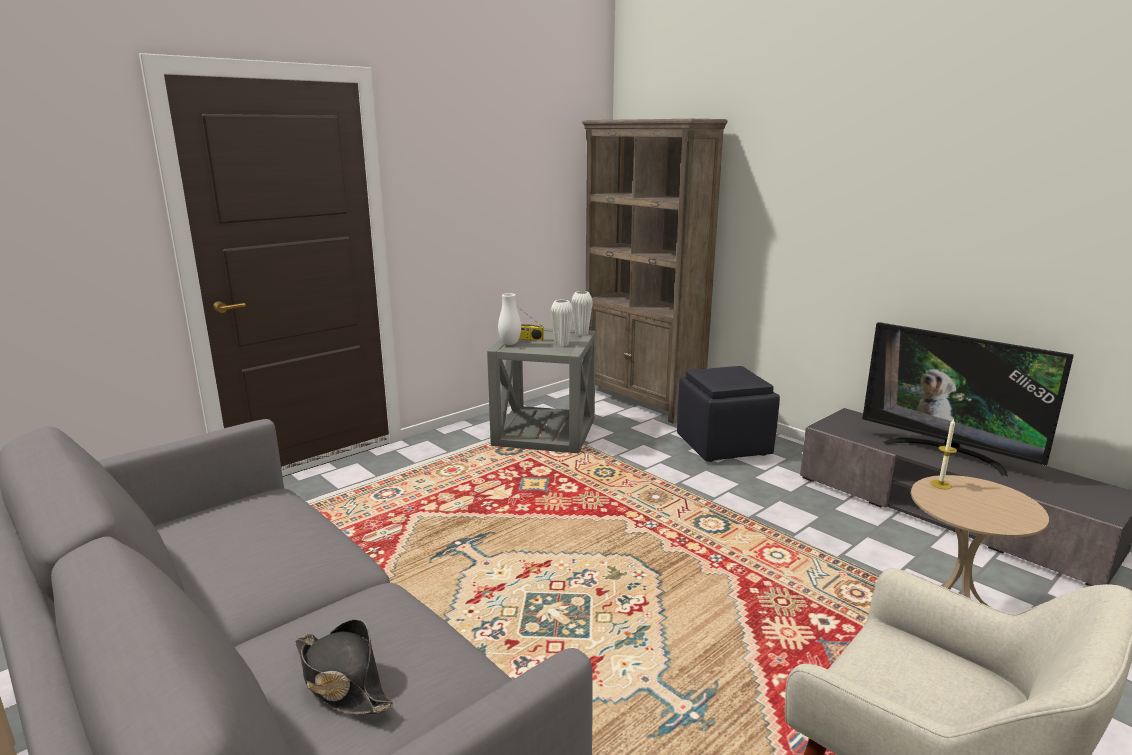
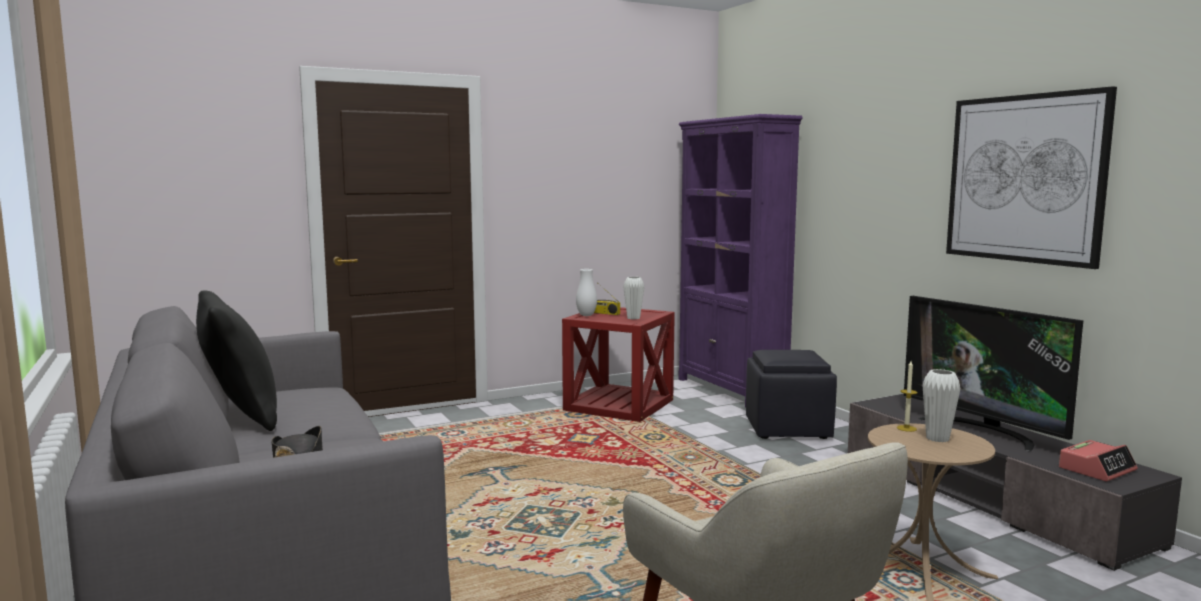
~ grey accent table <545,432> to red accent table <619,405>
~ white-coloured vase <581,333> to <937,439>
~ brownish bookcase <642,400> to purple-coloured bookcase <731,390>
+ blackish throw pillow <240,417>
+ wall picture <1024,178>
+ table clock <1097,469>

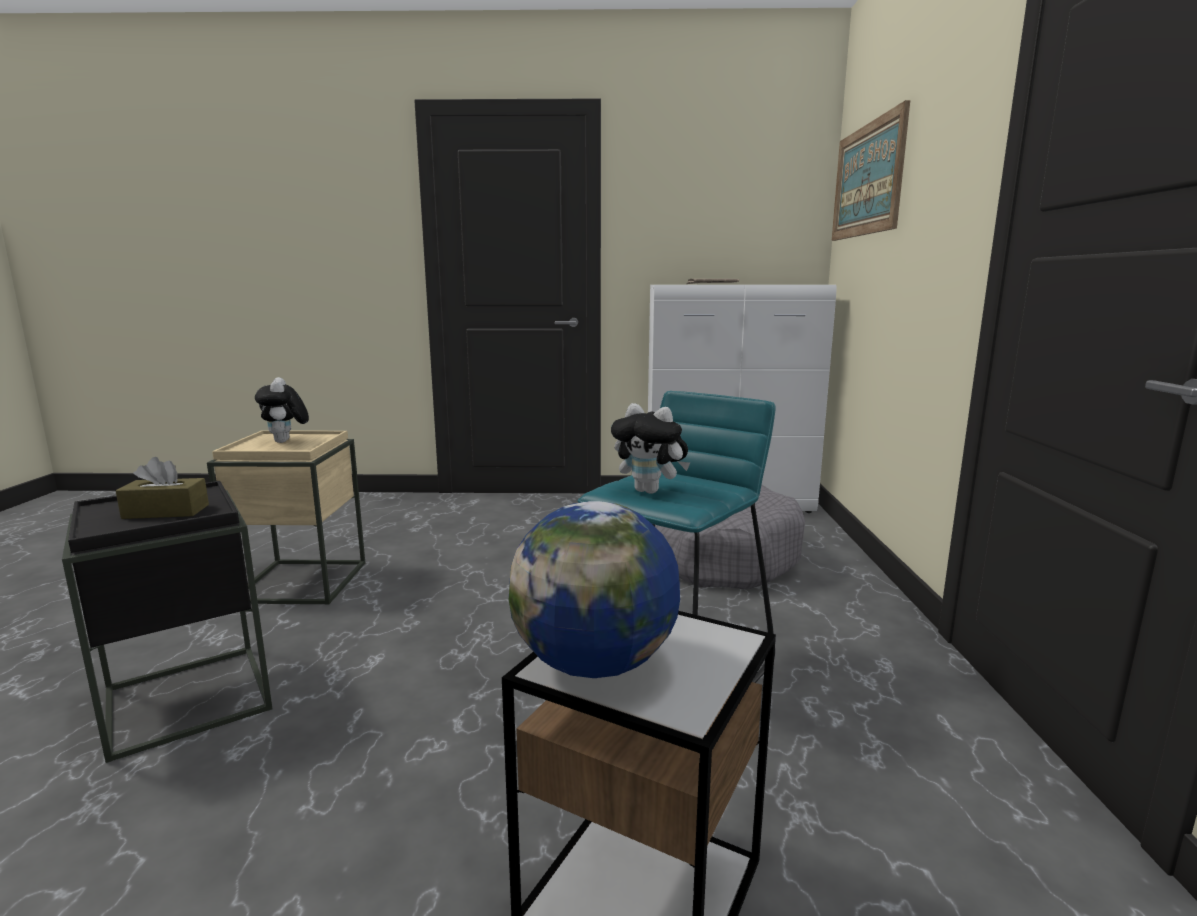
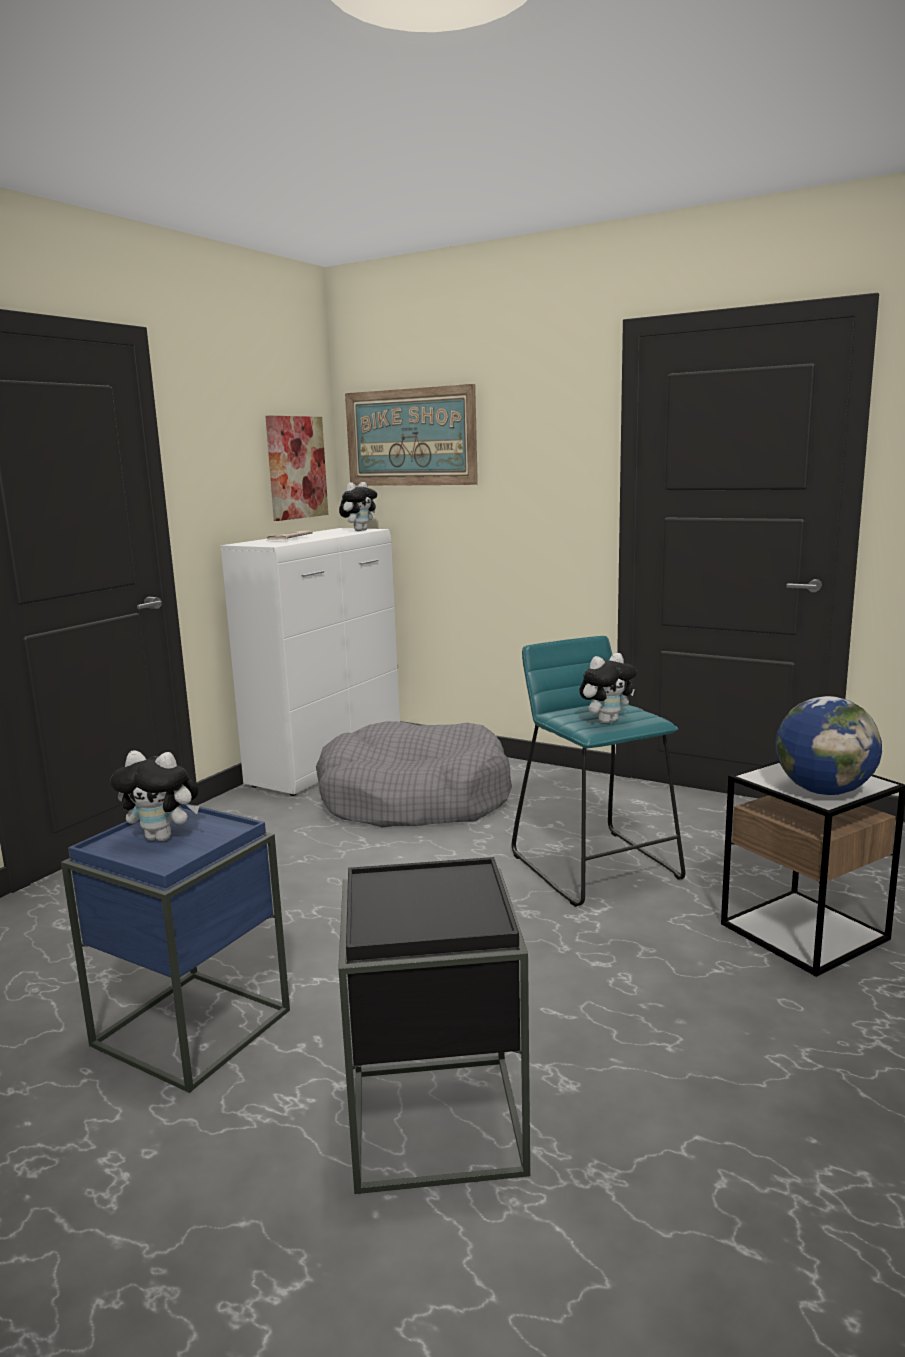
- brownish box of tissues <166,511>
~ beige-coloured accent table <301,582> to blue accent table <193,1027>
+ wall picture <296,467>
+ soft toy <359,530>

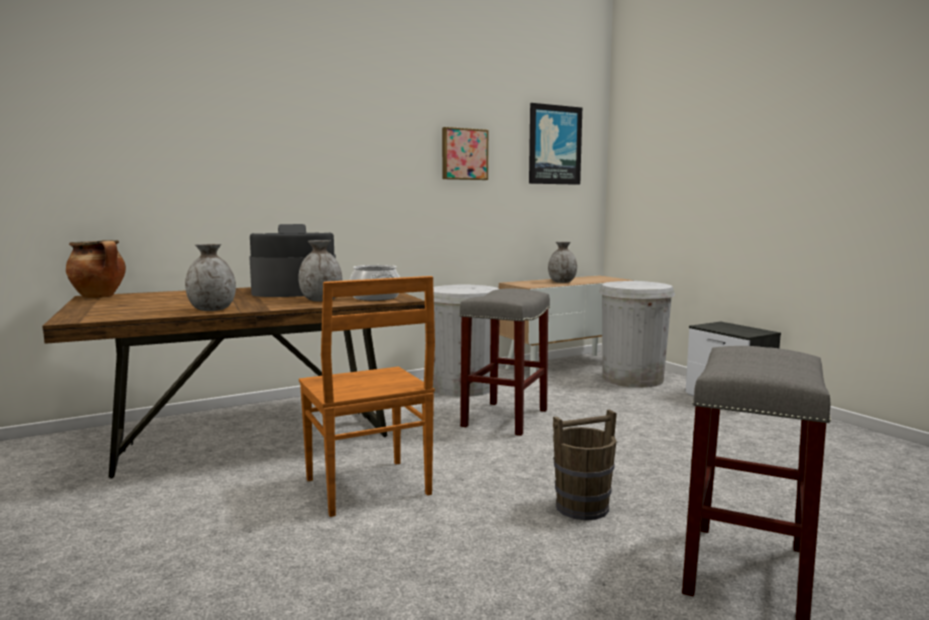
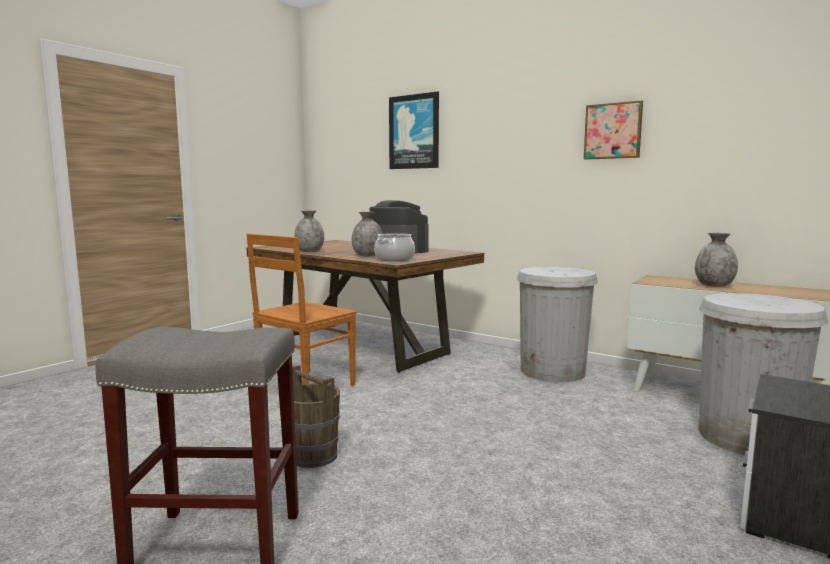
- saucepot <100,296>
- grey stool seat <505,417>
~ wall picture <554,145> to <414,132>

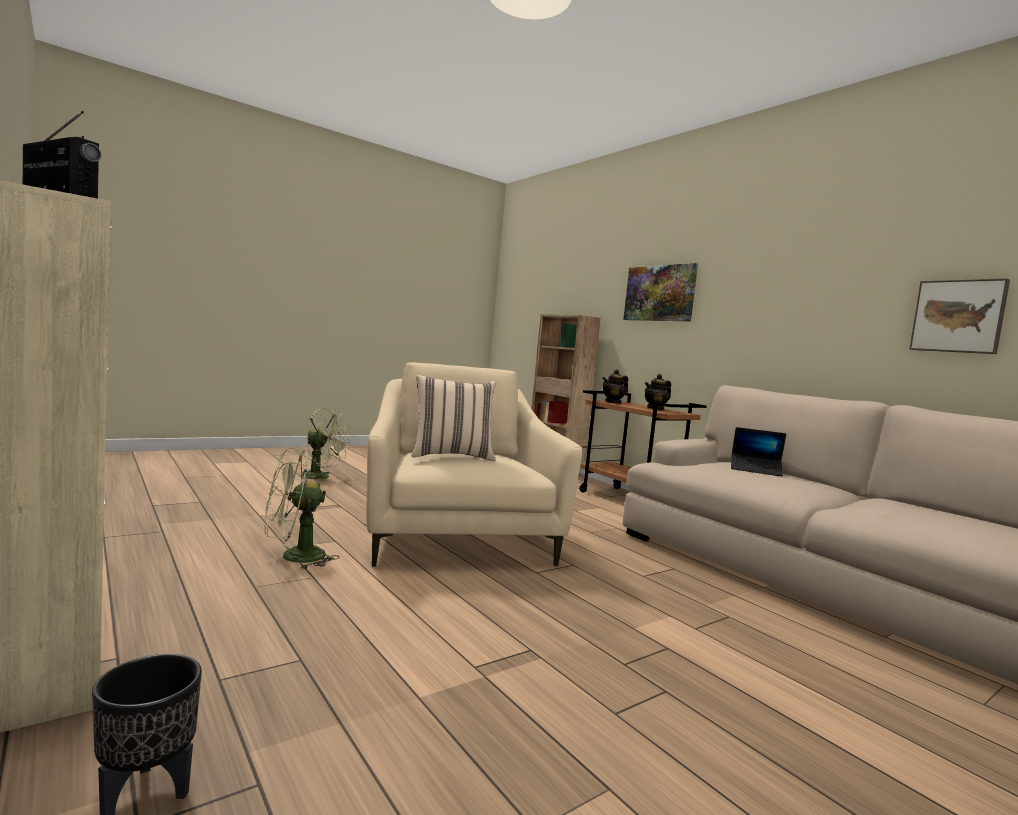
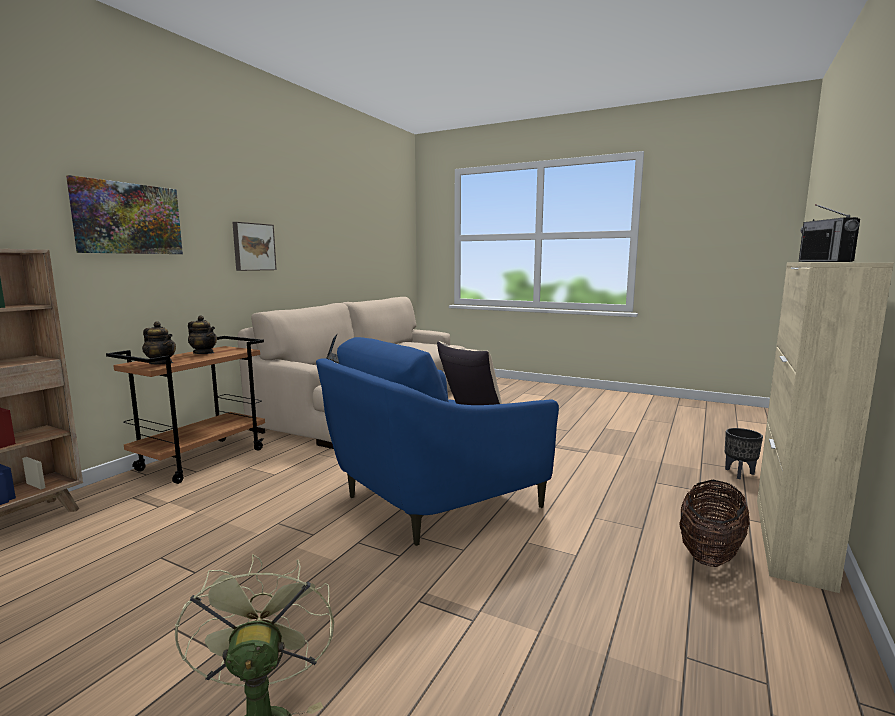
- greenish electric fan <293,557>
~ beige-coloured easy chair <456,536> to blue easy chair <431,500>
~ wall picture <958,316> to <253,247>
+ household basket <710,553>

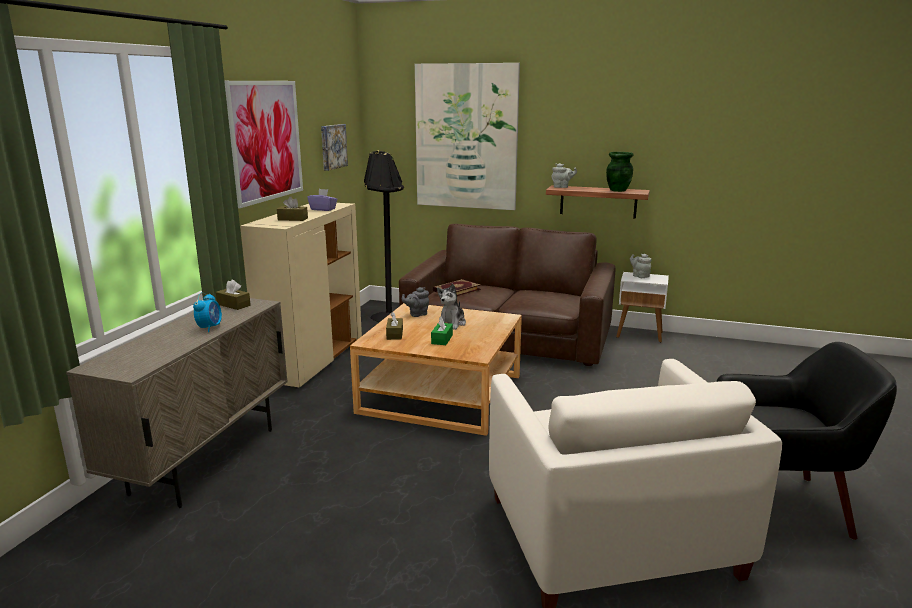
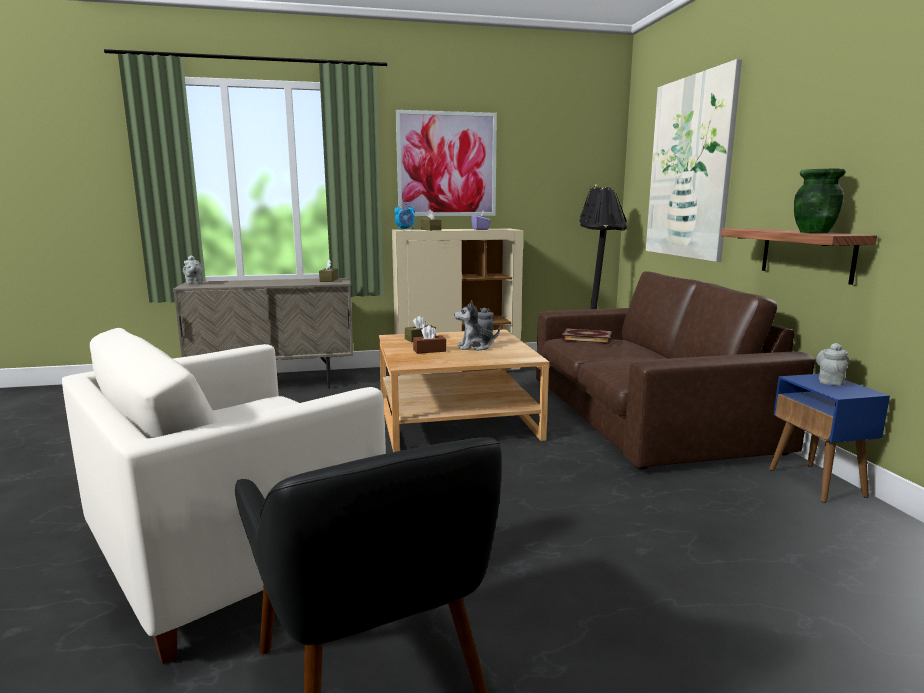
~ table clock <210,327> to <405,229>
- wall picture <332,146>
~ greenish box of tissues <442,339> to brownish box of tissues <429,350>
~ grey tea pot <562,187> to <194,283>
~ white-coloured accent table <640,335> to blue accent table <817,483>

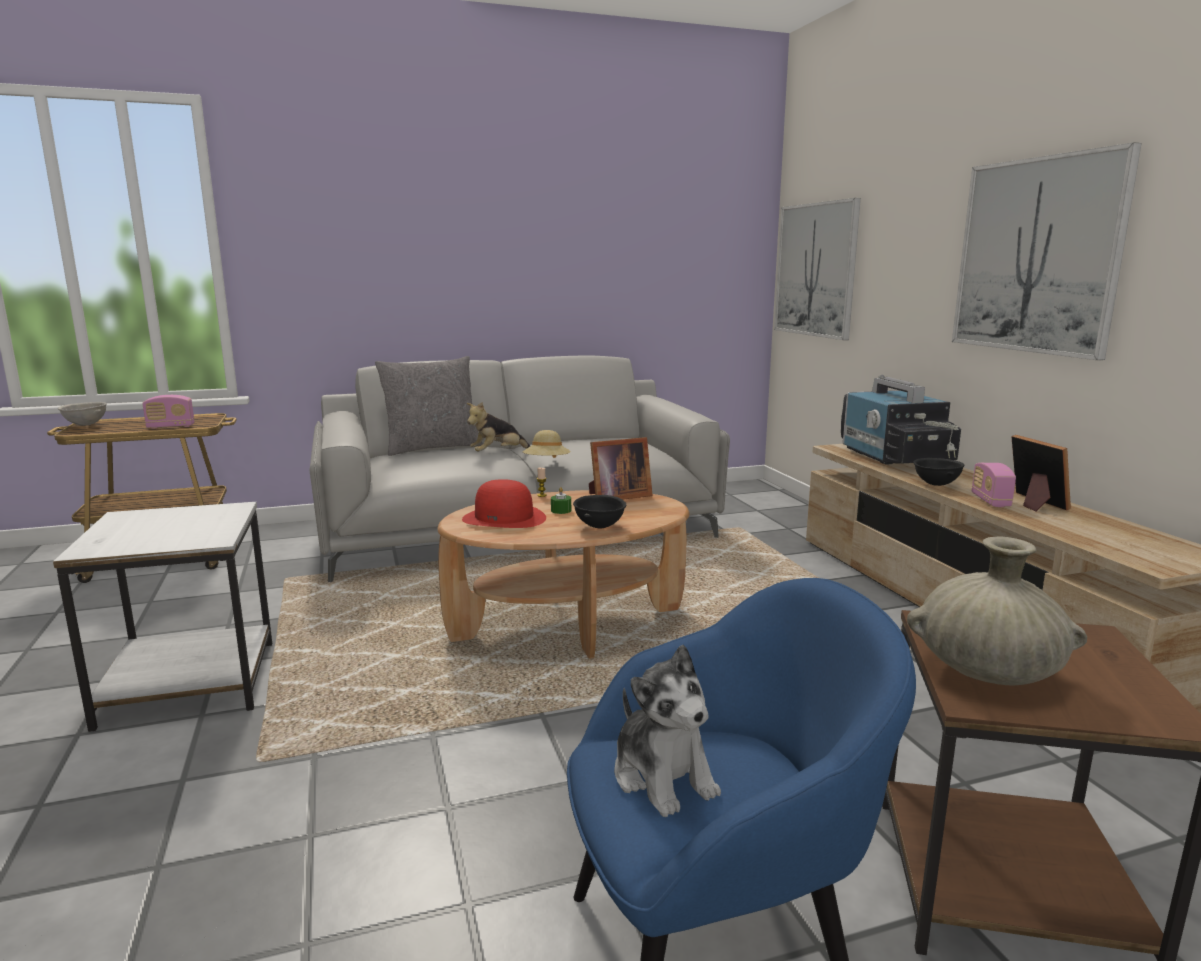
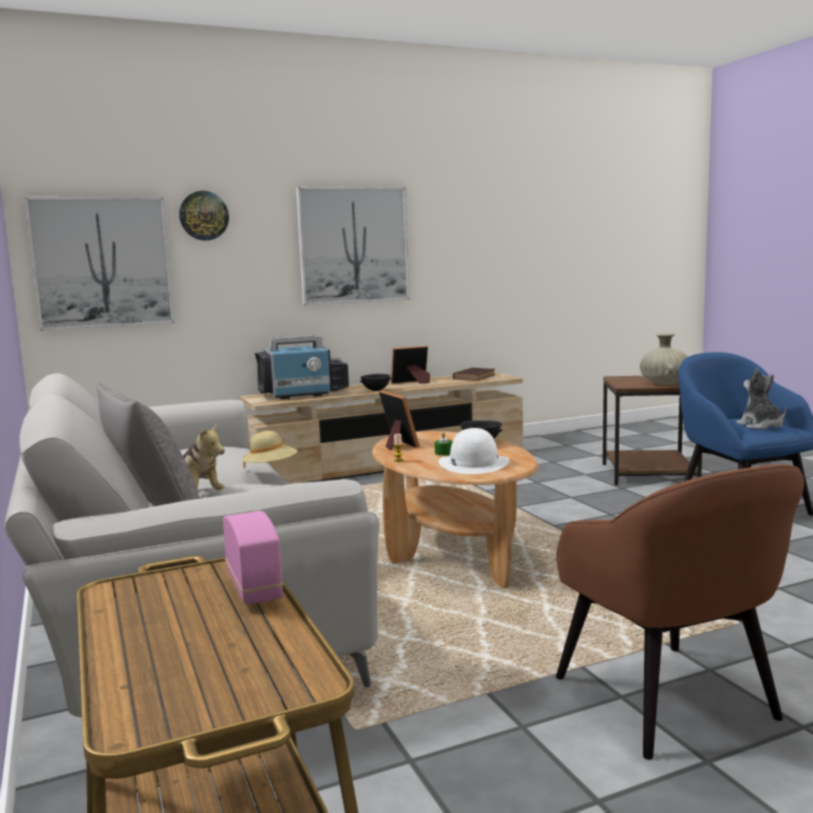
~ white-coloured accent table <187,682> to brownish easy chair <667,700>
- grey deep dish <85,425>
~ red clothing hat <504,518> to white-coloured clothing hat <473,463>
~ soft toy <663,777> = <760,426> 75 degrees counterclockwise
- radio <990,501>
+ wall clock <204,216>
+ brownish bound book <474,377>

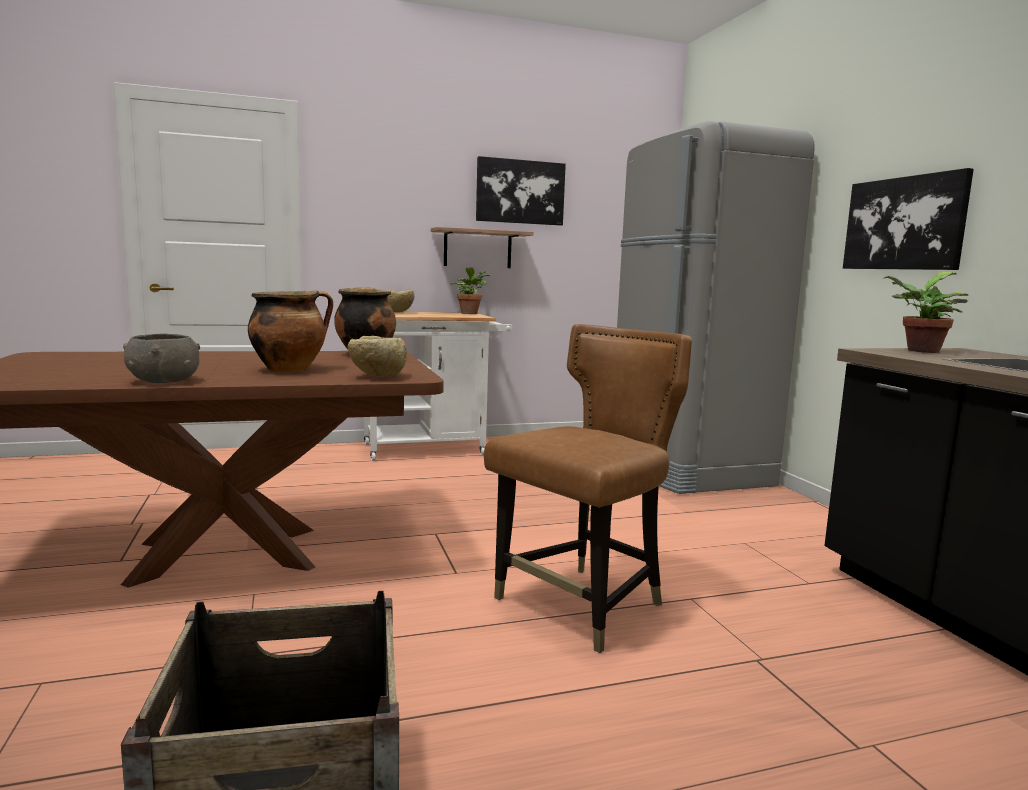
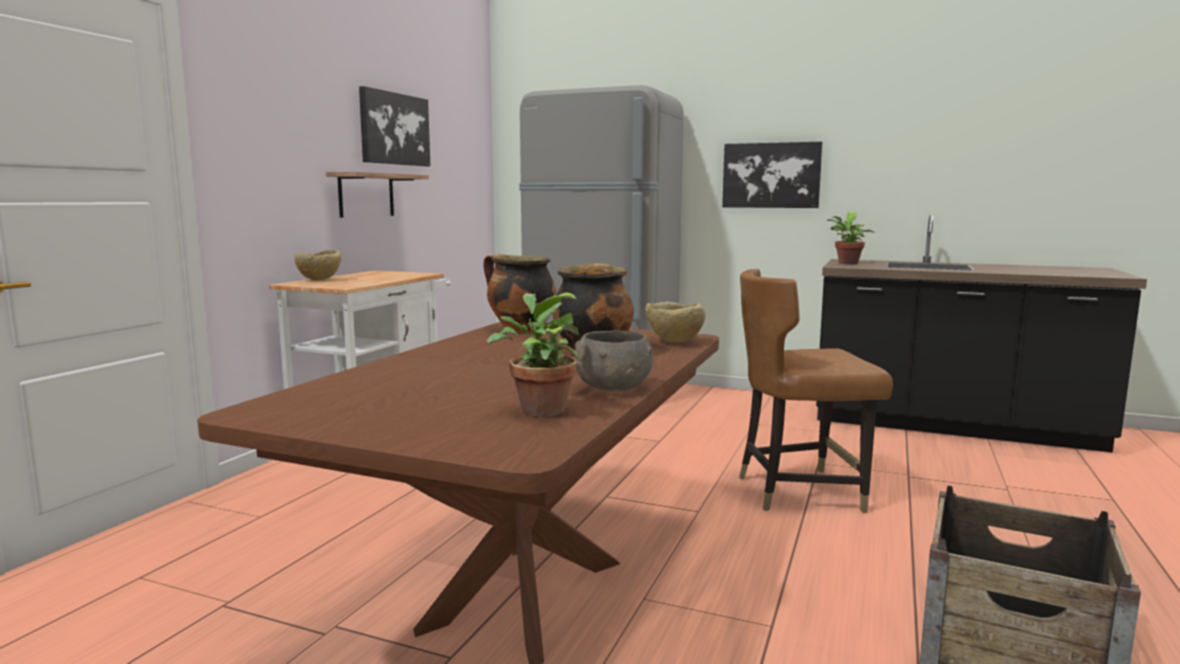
~ plant in a pot <469,313> to <539,409>
~ brownish plain chair <582,605> = <798,491> 90 degrees counterclockwise

